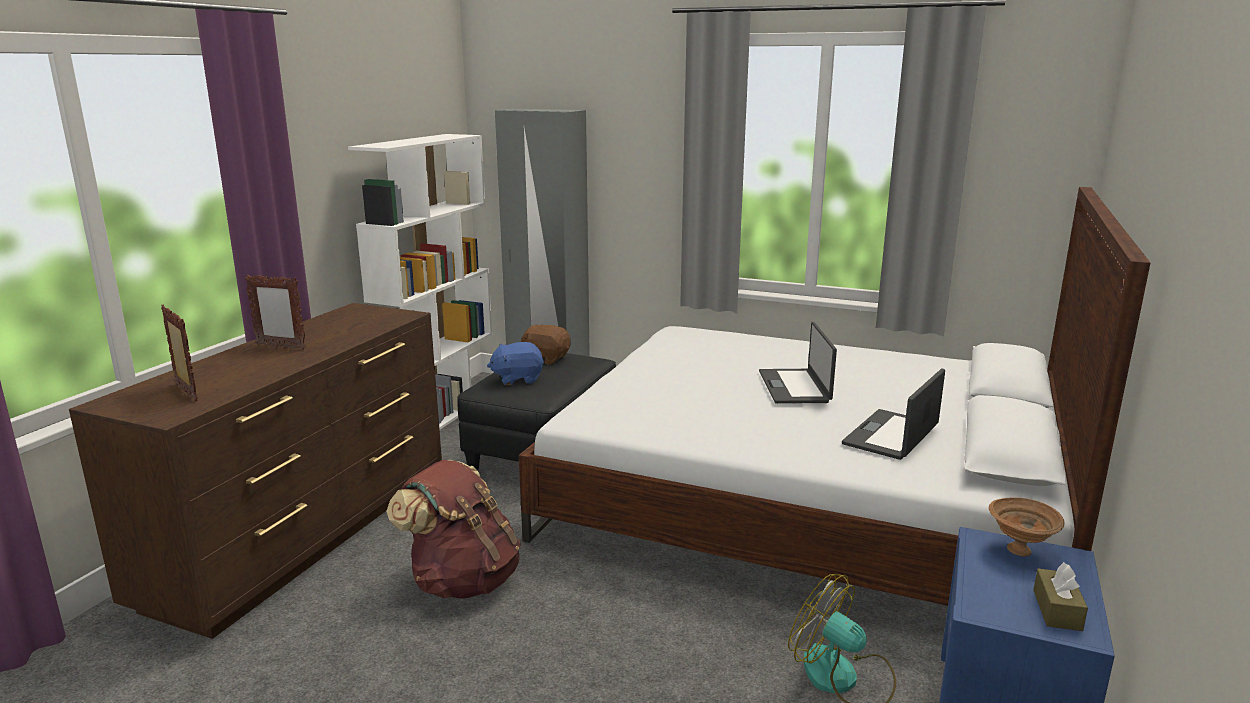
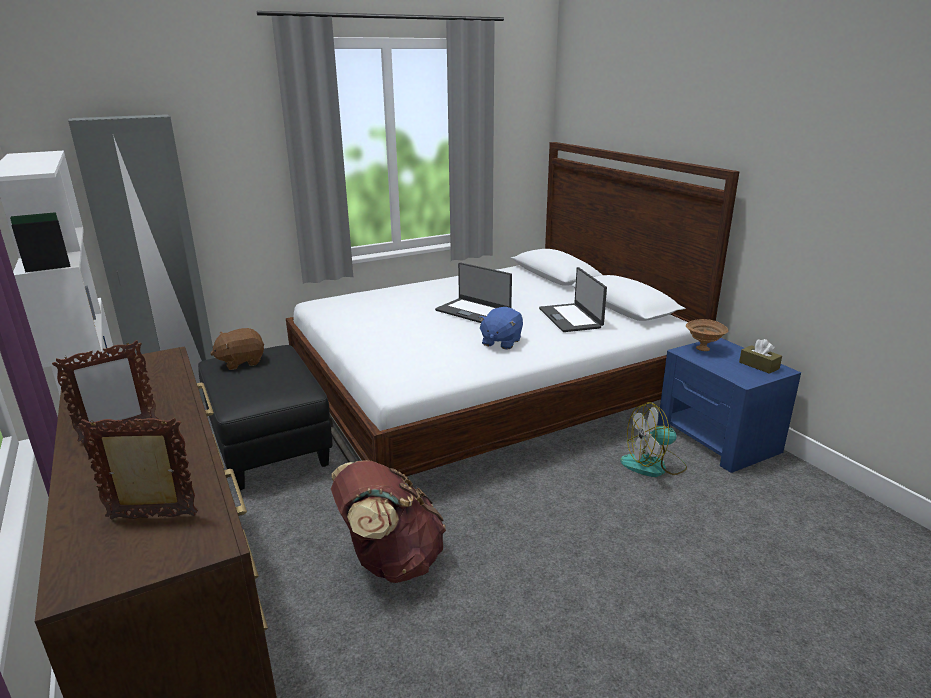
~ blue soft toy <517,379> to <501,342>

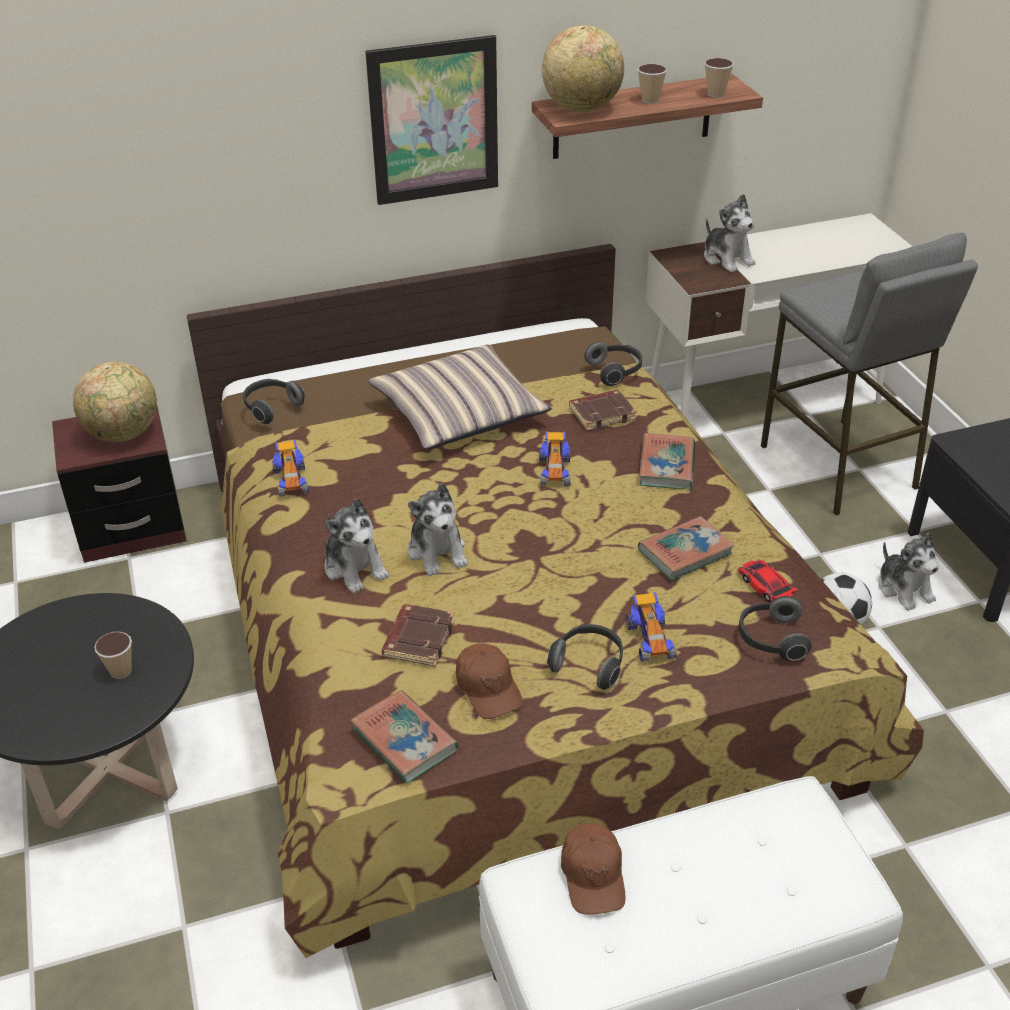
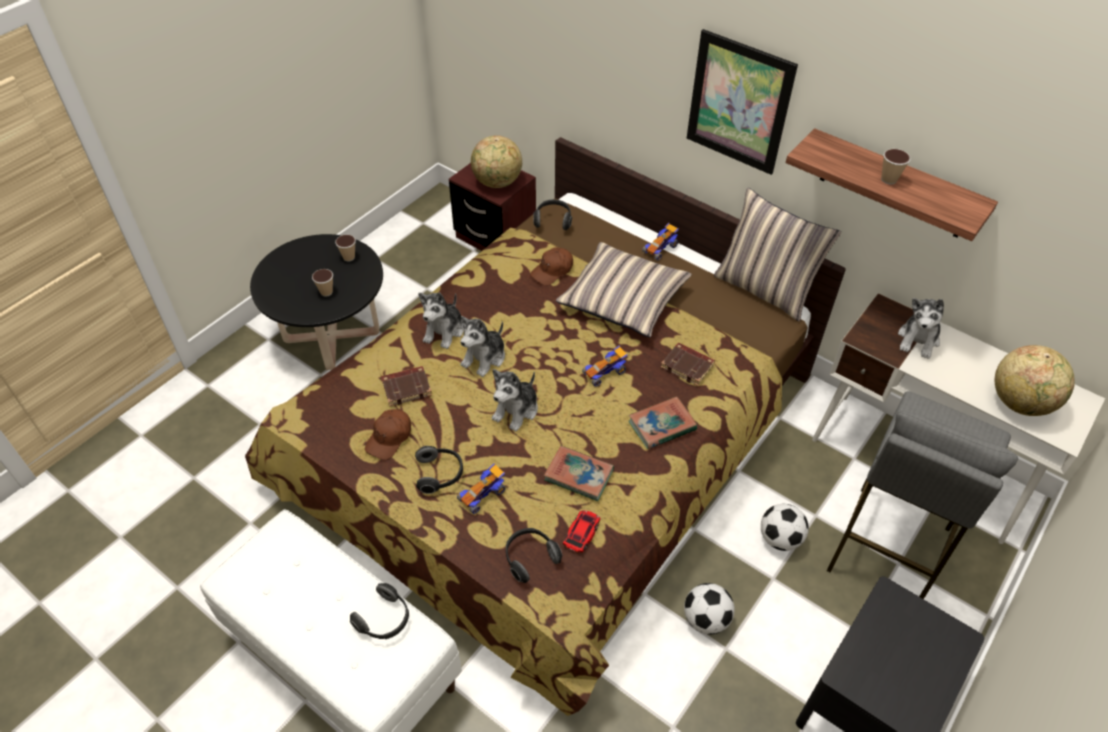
~ toy car <291,480> to <660,248>
- bound book <404,740>
~ world globe <582,109> to <1020,402>
~ brownish cap <593,875> to <552,271>
~ headphones <615,371> to <384,620>
~ cup <716,94> to <349,257>
~ soft toy <904,589> to <516,410>
+ throw pillow <765,289>
+ football <779,538>

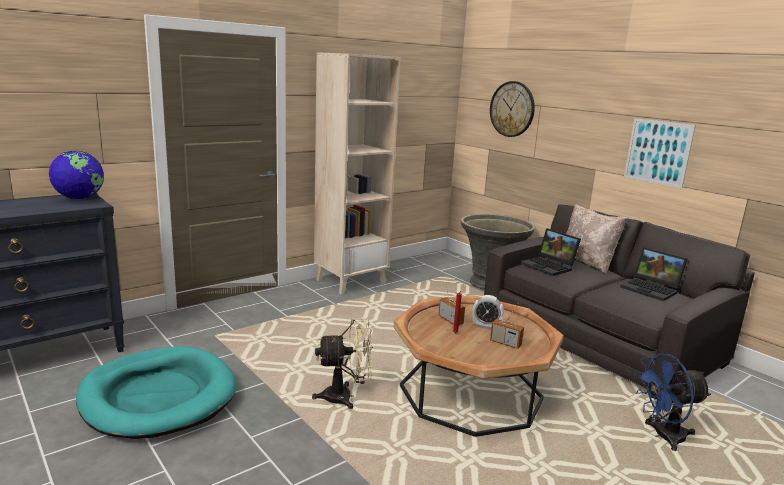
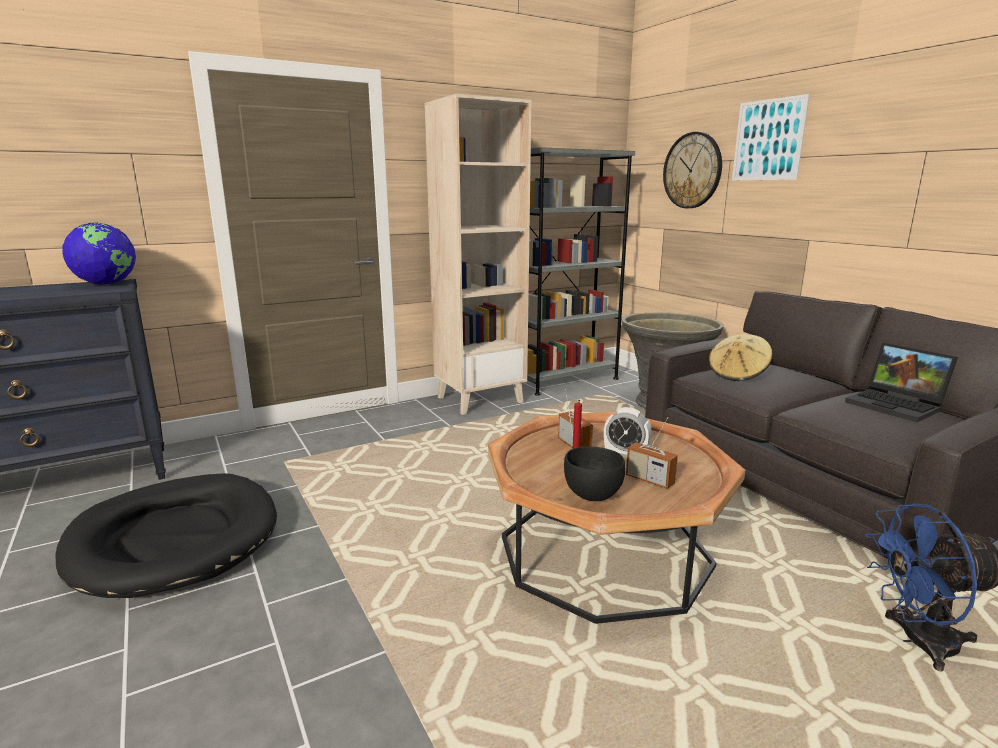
~ blue-green dog cushion <158,396> to blackish dog cushion <175,539>
- beige-coloured electric fan <345,397>
~ notebook computer <549,266> to beige-coloured clothing hat <738,374>
- beige-coloured throw pillow <586,263>
~ wall picture <658,152> to <768,140>
+ grey bookcase <566,380>
+ blackish deep dish <593,495>

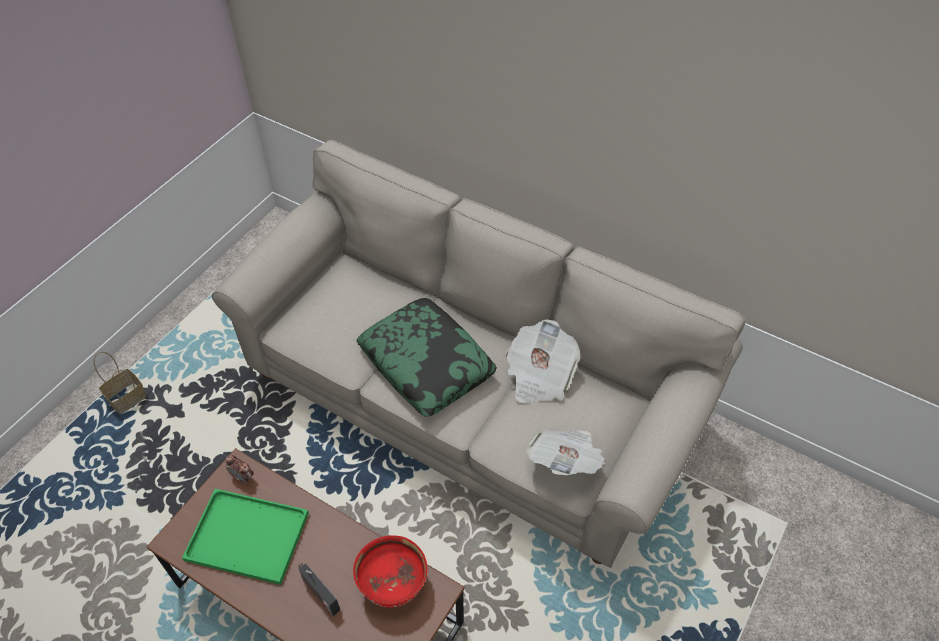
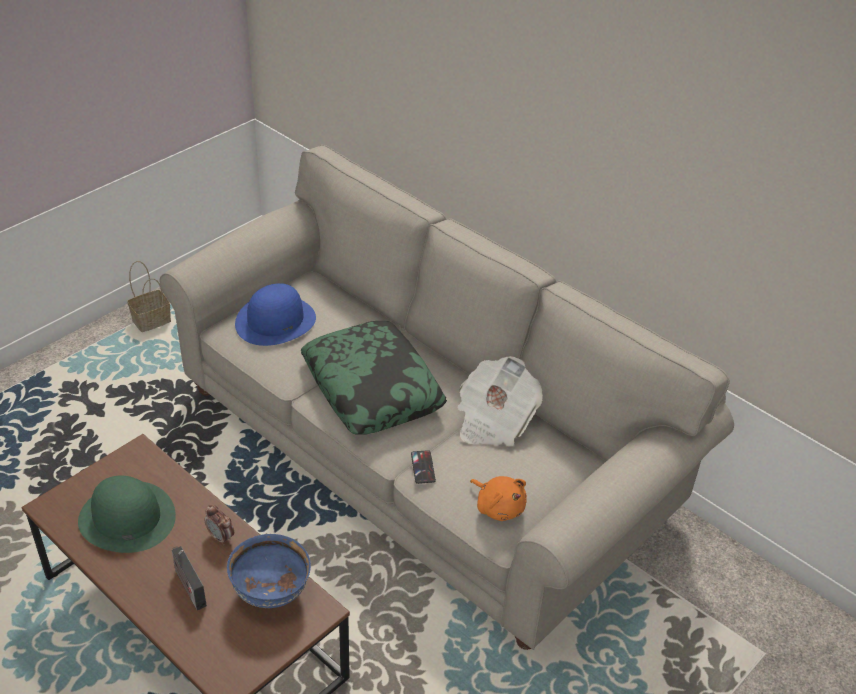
~ household basket <128,398> to <152,320>
~ greenish serving tray <245,537> to greenish clothing hat <126,518>
~ table clock <243,477> to <221,537>
~ red deep dish <393,584> to blue deep dish <271,593>
~ printed paper <565,461> to orange soft toy <498,507>
+ blue clothing hat <275,320>
+ handset <423,467>

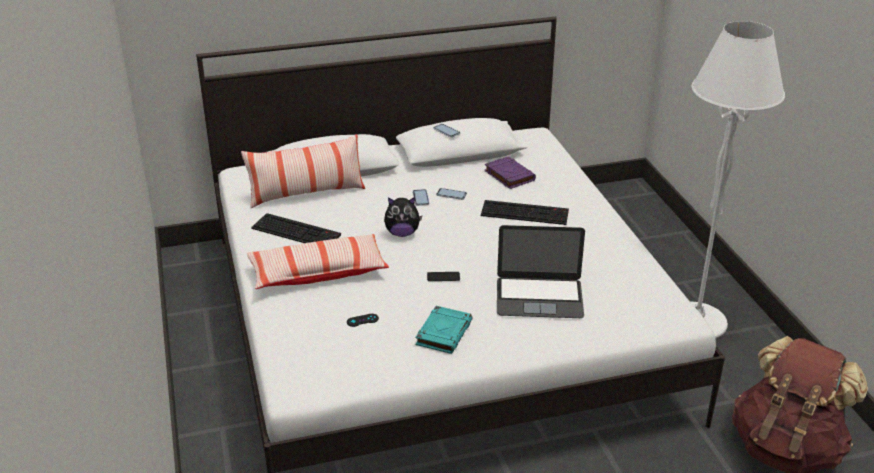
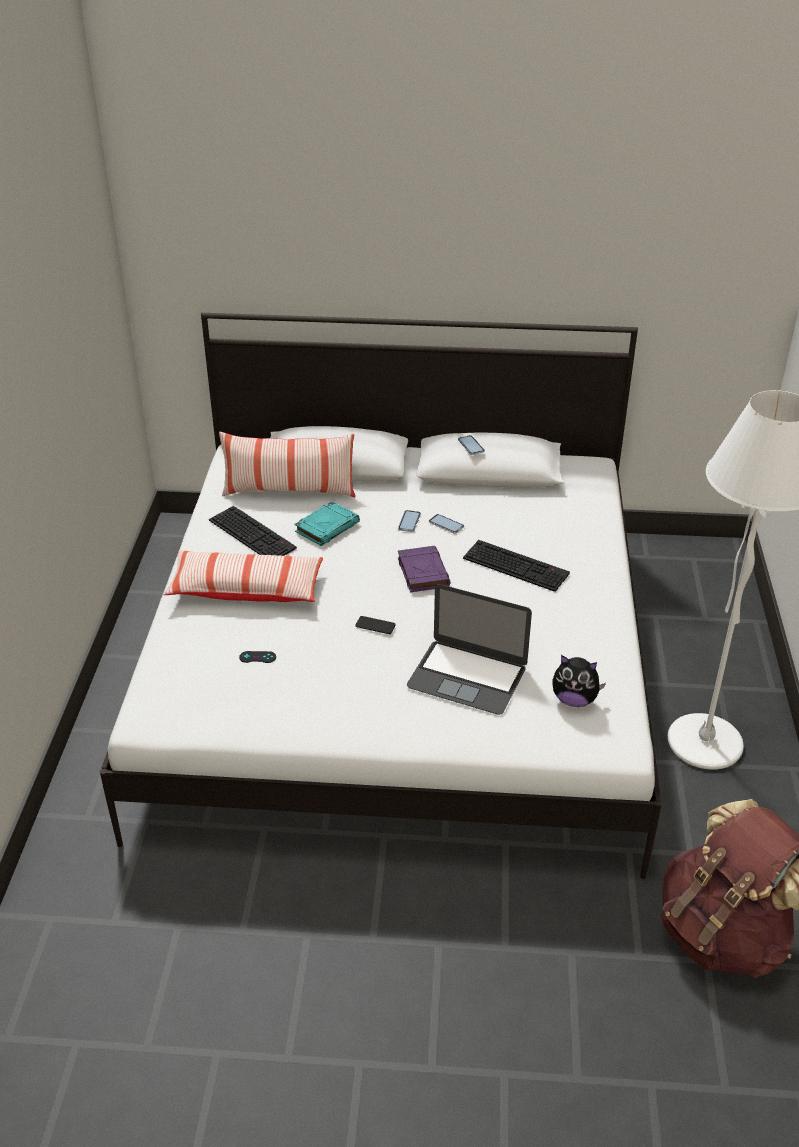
~ soft toy <402,233> to <574,699>
~ blue-green bound book <444,333> to <327,527>
~ purple-coloured bound book <509,175> to <422,572>

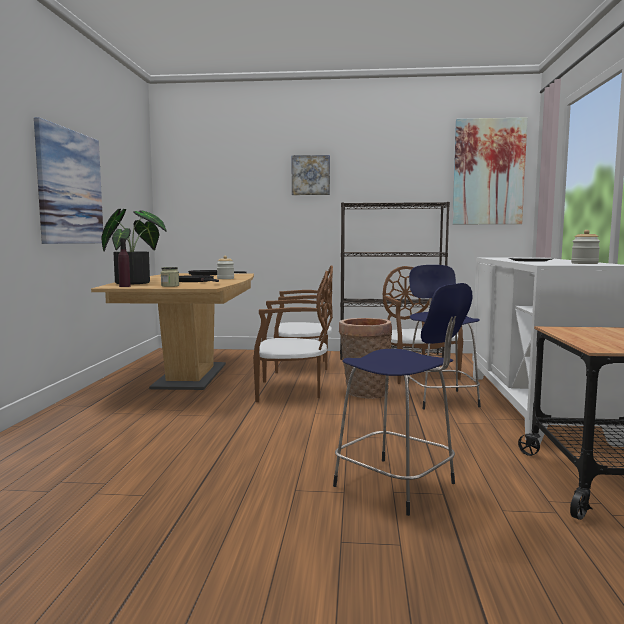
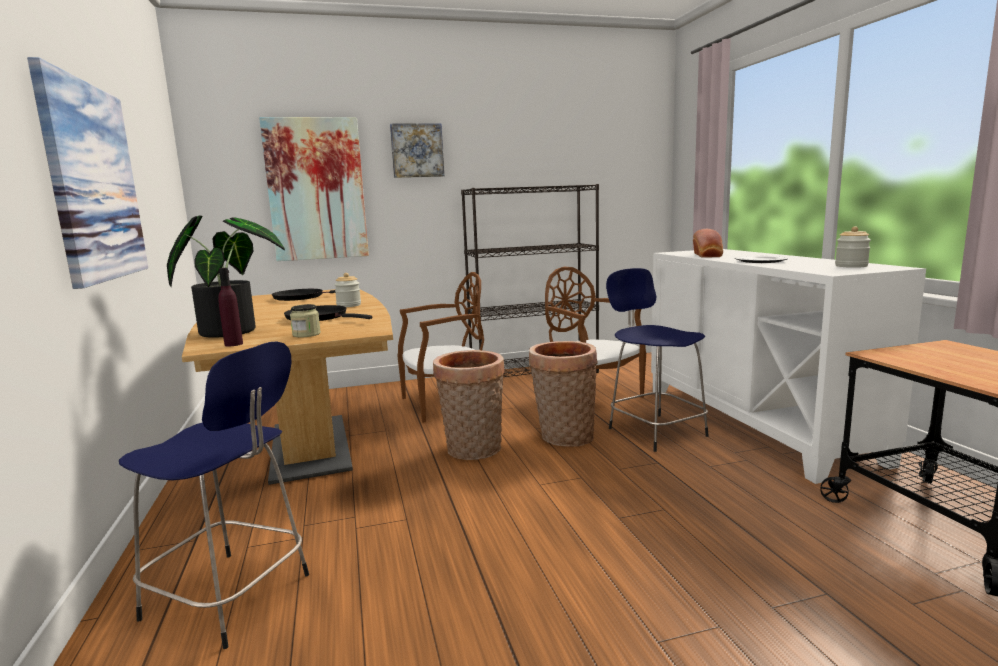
~ brownish plain chair <291,391> to household basket <473,451>
~ blue stool seat <398,486> to <232,598>
~ wall picture <488,172> to <316,189>
+ bread <707,255>

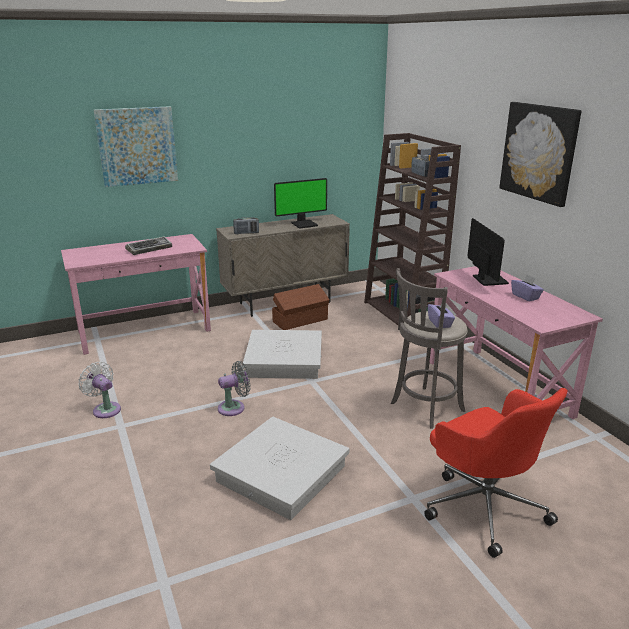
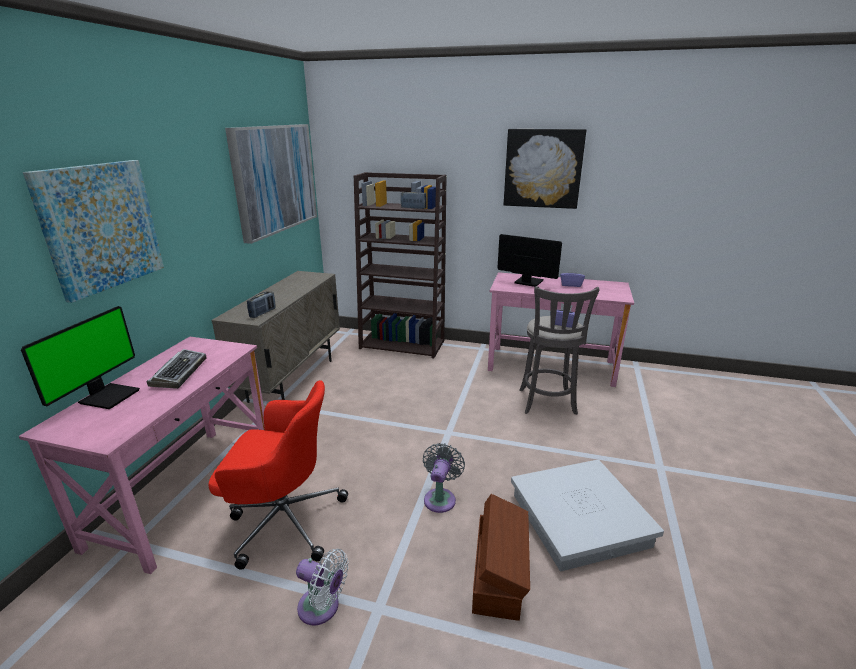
~ white-coloured electric fan <105,409> = <322,608> 150 degrees counterclockwise
- white-coloured storage box <284,361>
~ brownish storage box <301,320> to <499,573>
~ monitor <304,224> to <108,396>
~ red computer chair <484,505> to <284,520>
+ wall picture <274,179>

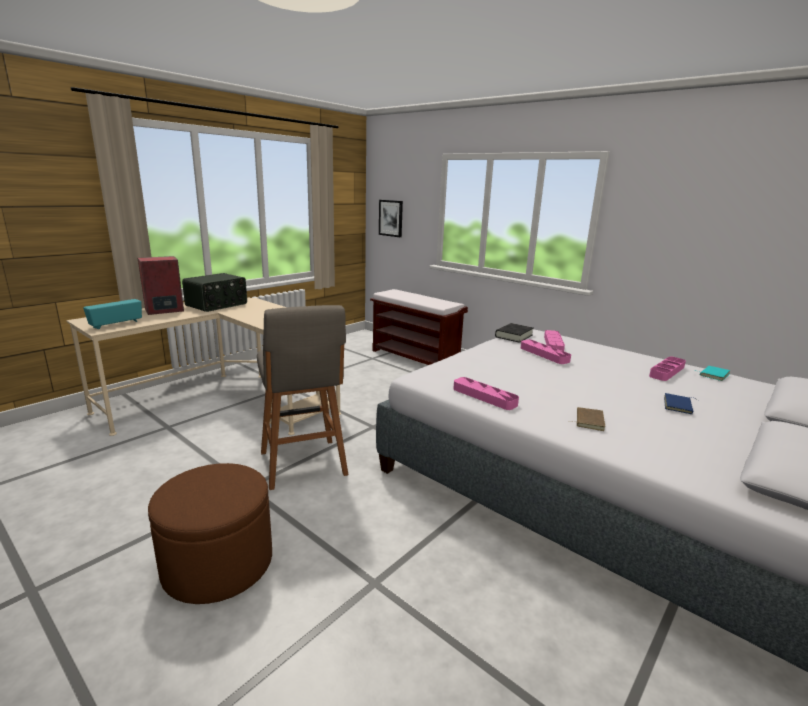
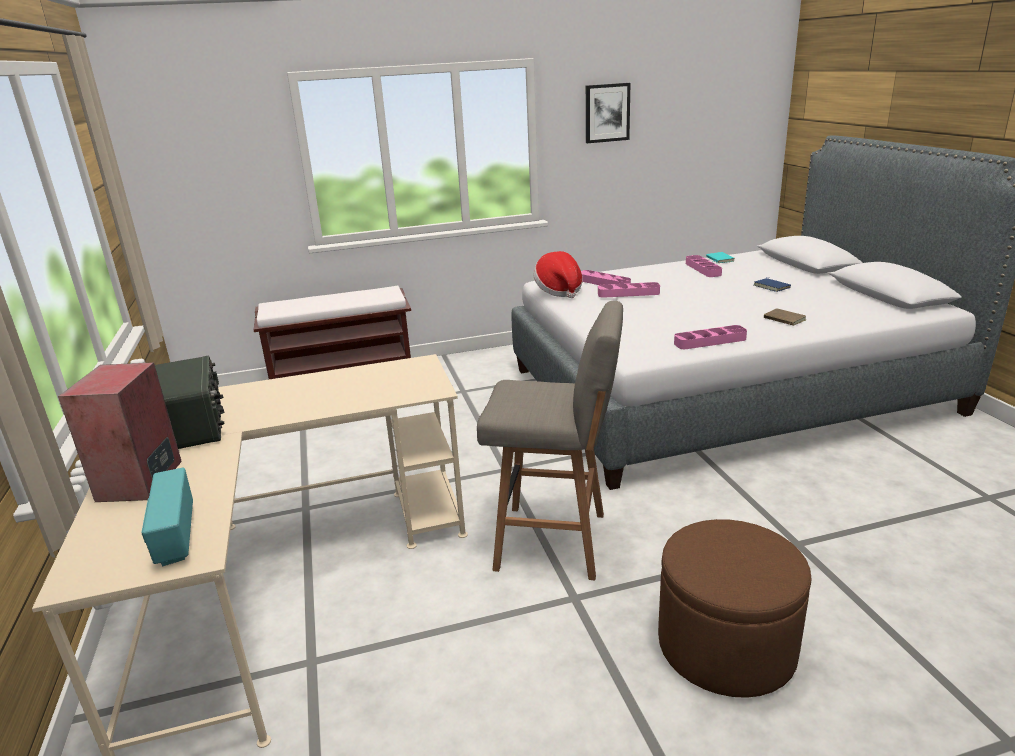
~ wall picture <391,218> to <607,113>
~ blackish bound book <514,336> to clothing hat <559,291>

